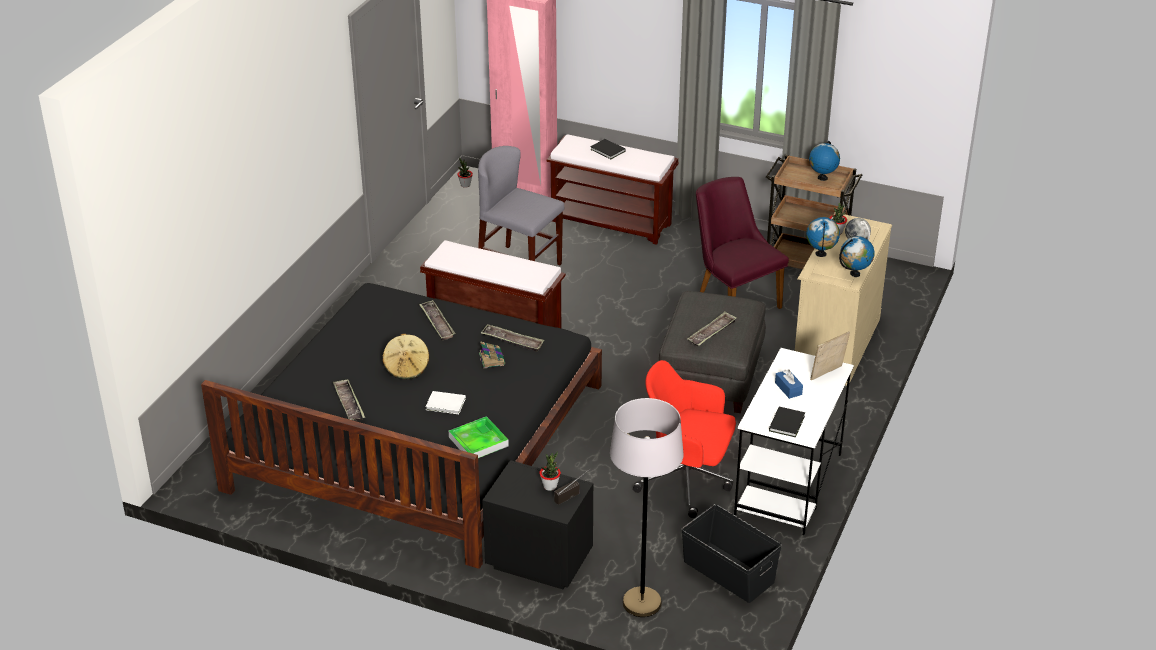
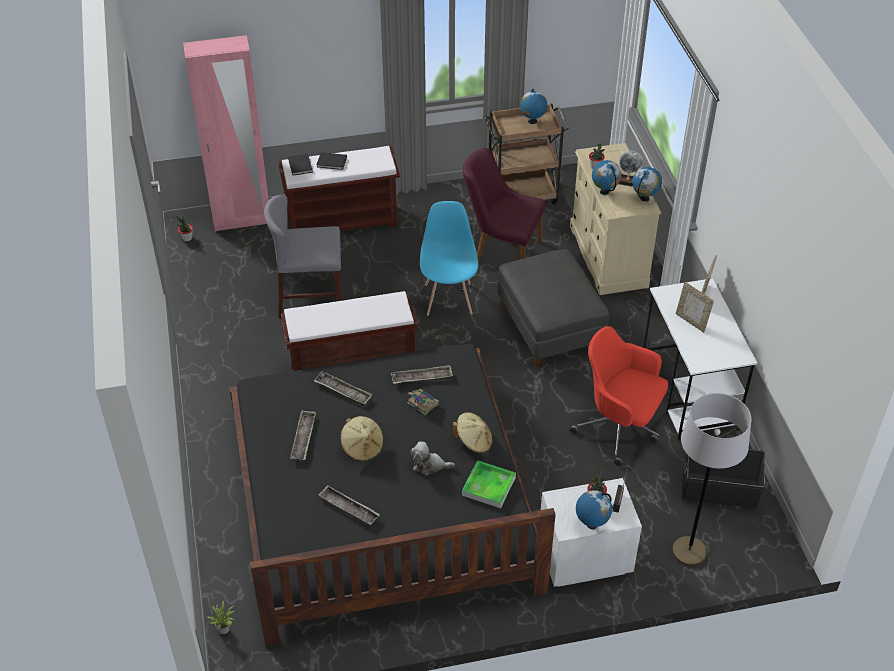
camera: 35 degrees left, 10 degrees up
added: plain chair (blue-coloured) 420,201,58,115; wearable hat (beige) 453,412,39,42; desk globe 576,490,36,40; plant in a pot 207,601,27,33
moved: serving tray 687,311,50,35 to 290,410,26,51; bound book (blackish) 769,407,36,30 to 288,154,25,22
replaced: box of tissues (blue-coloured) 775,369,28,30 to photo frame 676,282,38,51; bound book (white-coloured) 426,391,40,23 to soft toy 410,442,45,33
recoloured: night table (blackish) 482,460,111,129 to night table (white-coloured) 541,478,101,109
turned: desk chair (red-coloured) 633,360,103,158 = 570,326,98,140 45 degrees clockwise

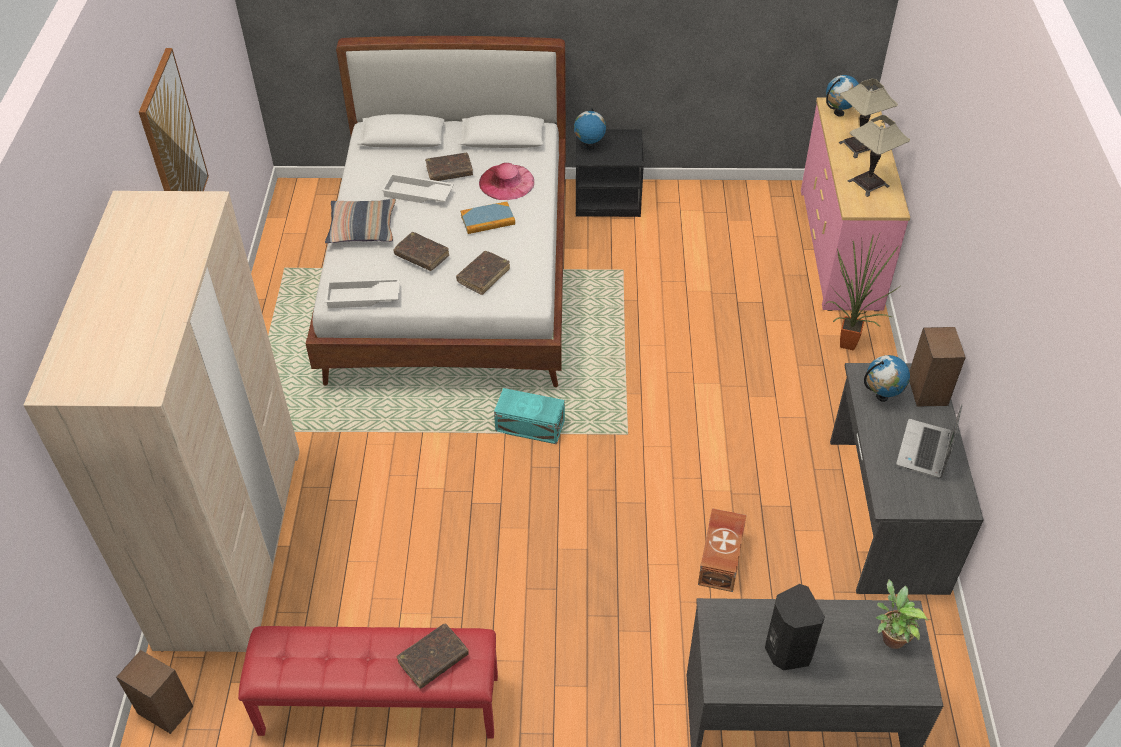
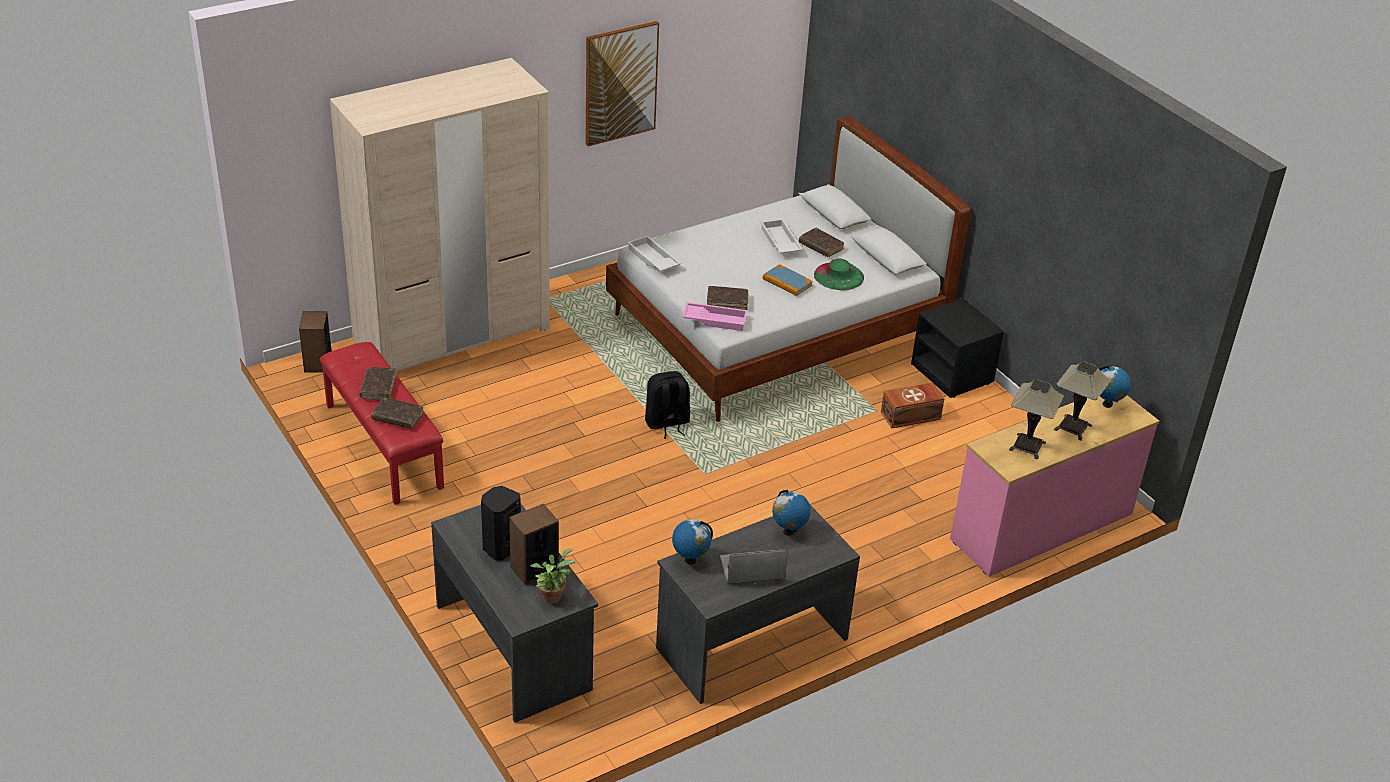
camera: 55 degrees right, 10 degrees down
removed: cushion 325,199,71,44; plant in a pot 825,235,75,115
added: serving tray (pinkish) 682,302,66,29
moved: desk globe 574,108,32,42 to 672,519,41,45; bound book (brown) 394,232,56,39 to 359,367,37,34; speaker 909,327,57,80 to 509,504,50,81; storage container (brown) 698,508,49,84 to 881,382,64,47
replaced: storage container (blue-green) 494,388,71,56 to backpack (blackish) 645,371,45,68
recoloured: wearable hat (pinkish) 479,163,55,37 to wearable hat (green-coloured) 814,258,50,32

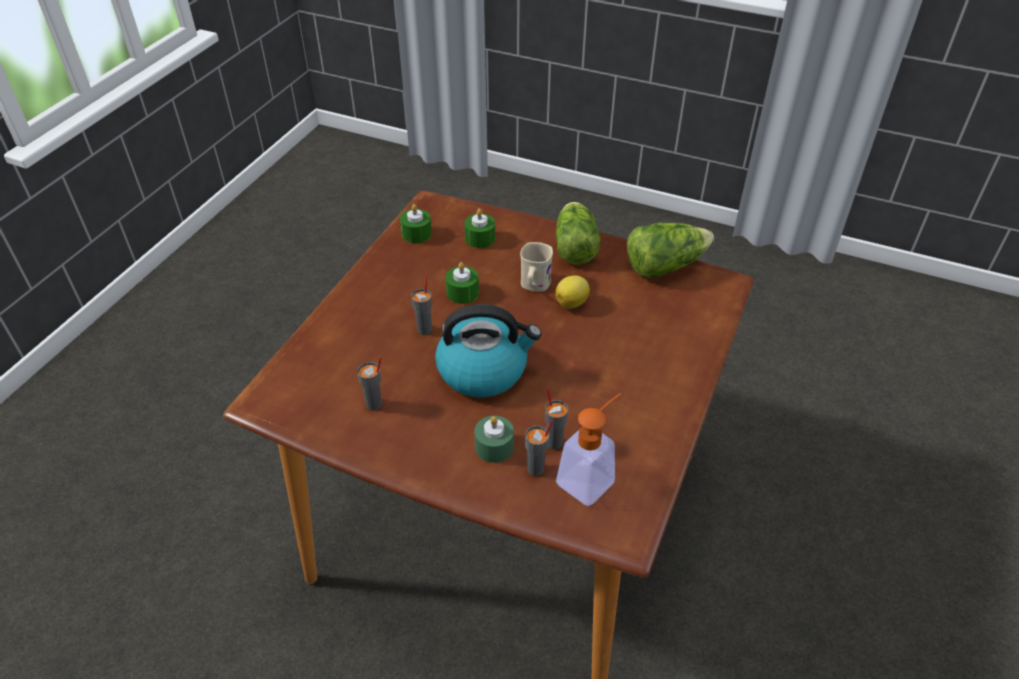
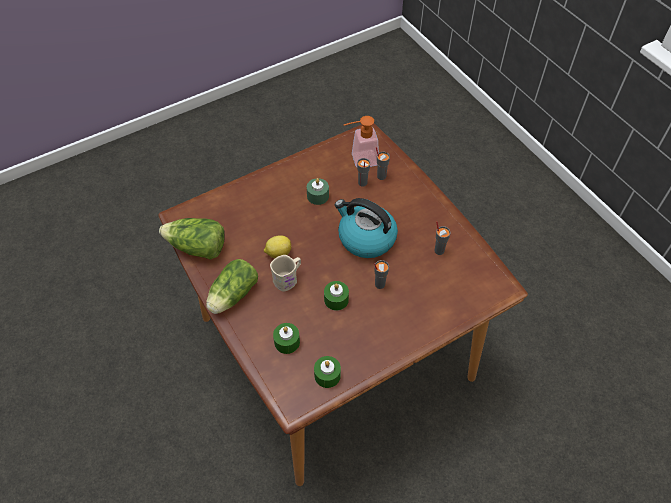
camera: 145 degrees left, 10 degrees up
moved: wax candle (green-coloured) 474,416,40,47 to 307,178,22,27

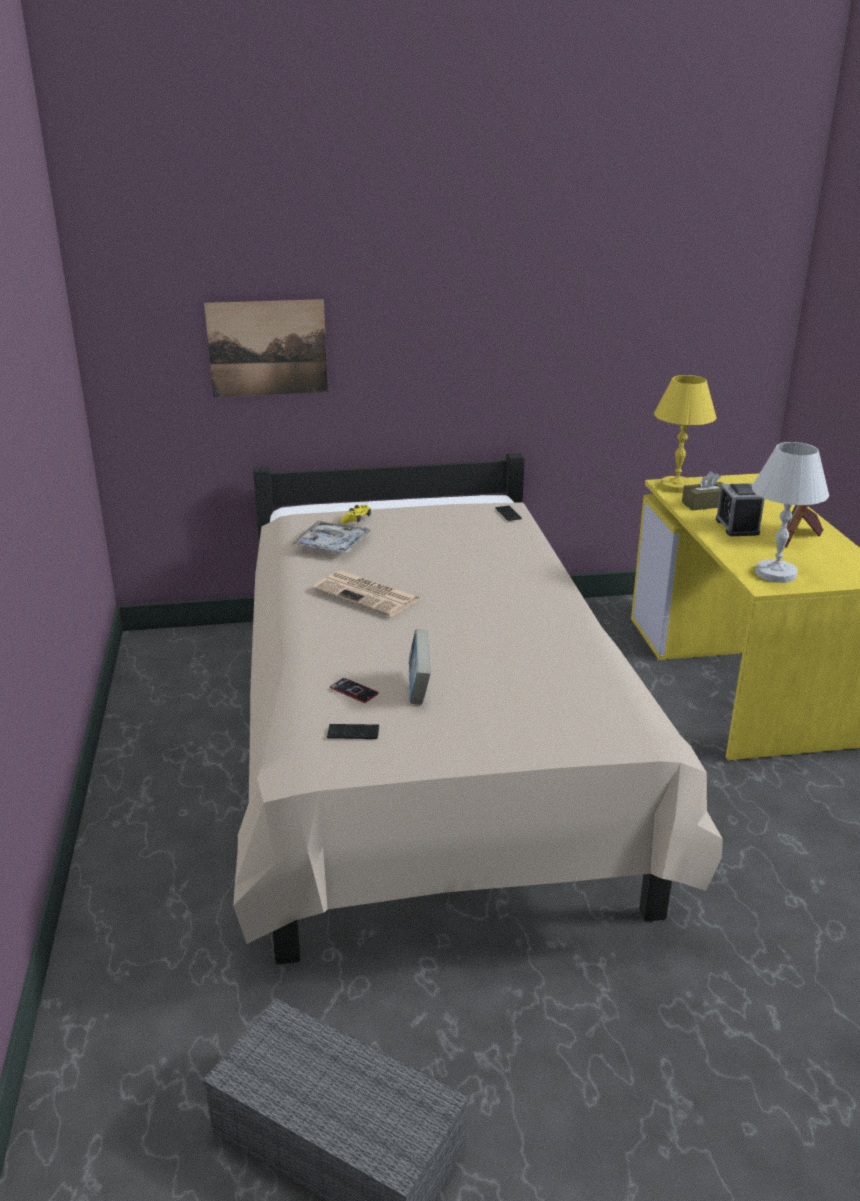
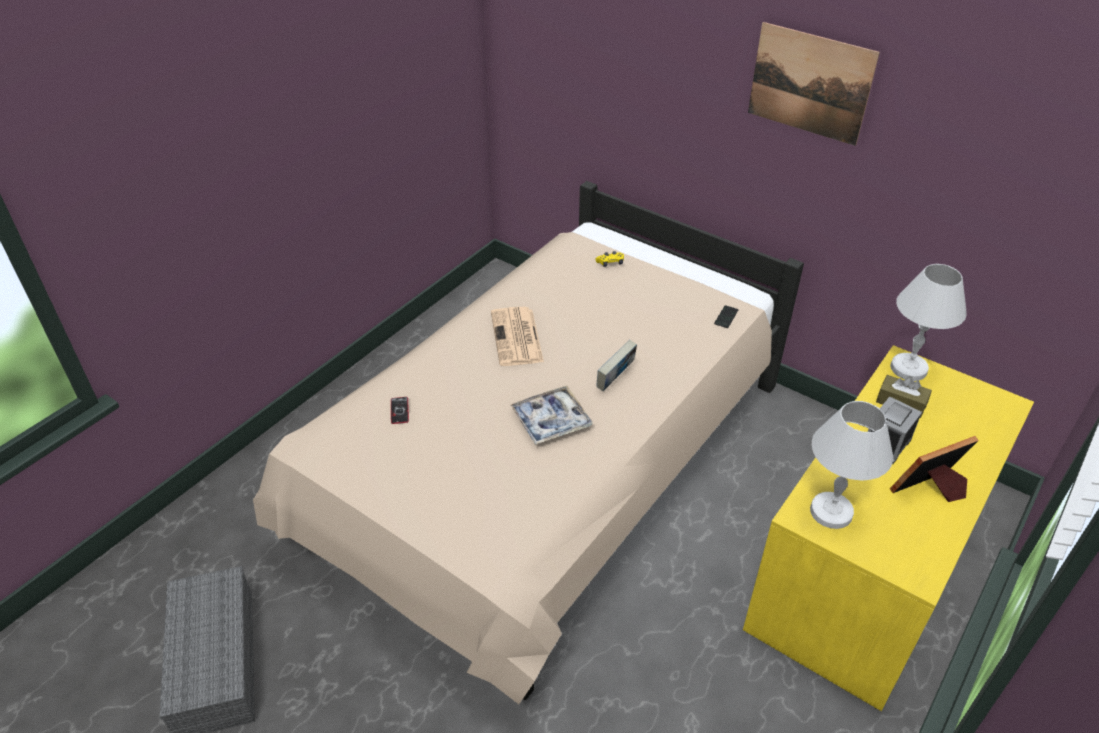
camera: 45 degrees right, 15 degrees up
removed: phone 327,724,52,15
moved: wall picture 204,299,124,98 to 748,22,132,124; serving tray 292,520,78,33 to 511,386,82,59; bound book 409,629,22,76 to 597,340,40,51
recoloured: tabletop lamp (yellowish) 654,375,63,118 to tabletop lamp (white-coloured) 890,264,77,117

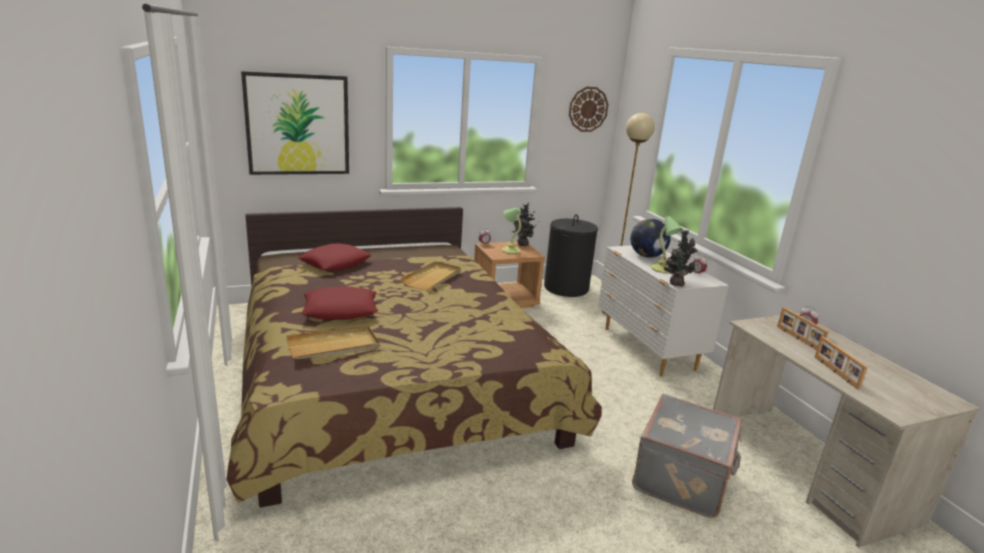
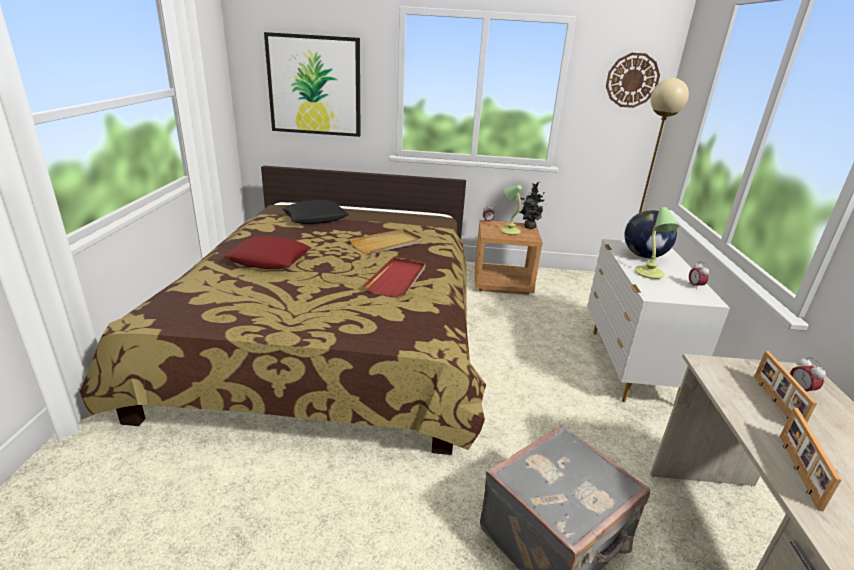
camera: 25 degrees right, 5 degrees up
removed: hamper (blackish) 544,214,54,83; plant in a pot 663,230,34,56; serving tray (beige) 286,326,94,34
added: serving tray (red-coloured) 364,257,62,41
recoloured: cushion (red-coloured) 298,243,73,28 to cushion (blackish) 282,200,67,24

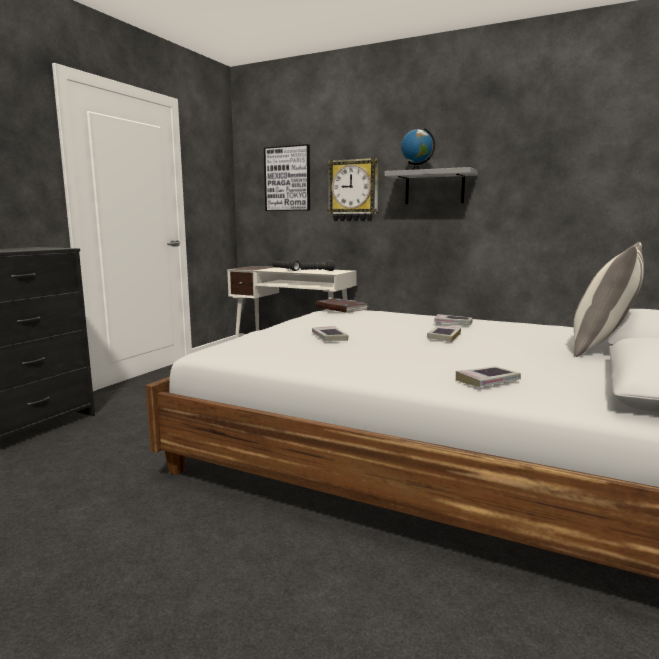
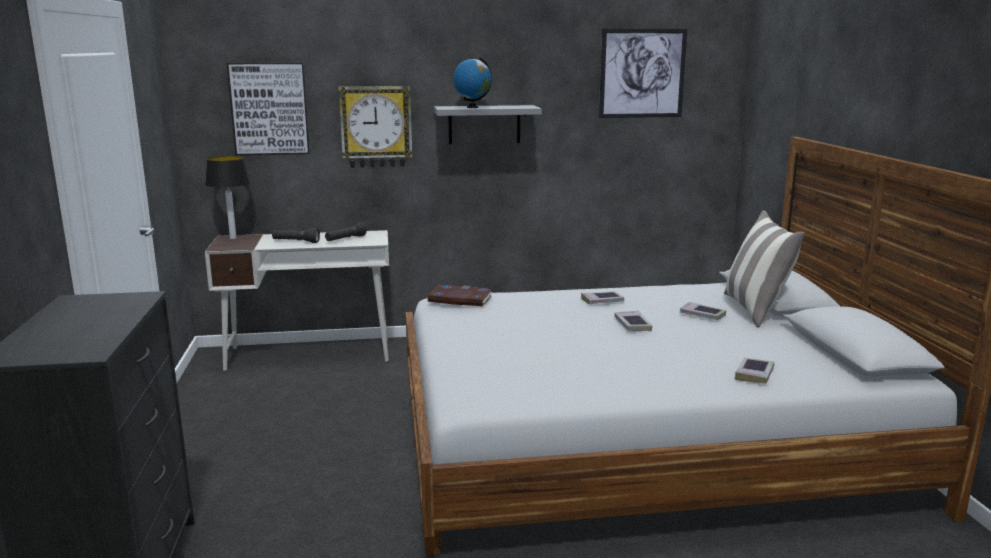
camera: 35 degrees left, 5 degrees up
added: wall picture 599,28,88,90; tabletop lamp 205,156,45,83
moved: bound book 312,326,37,15 to 680,302,46,18

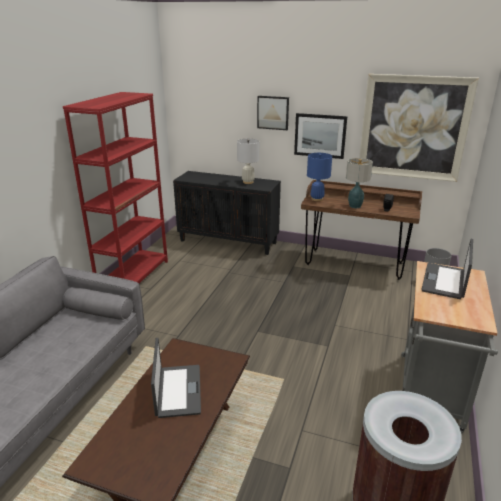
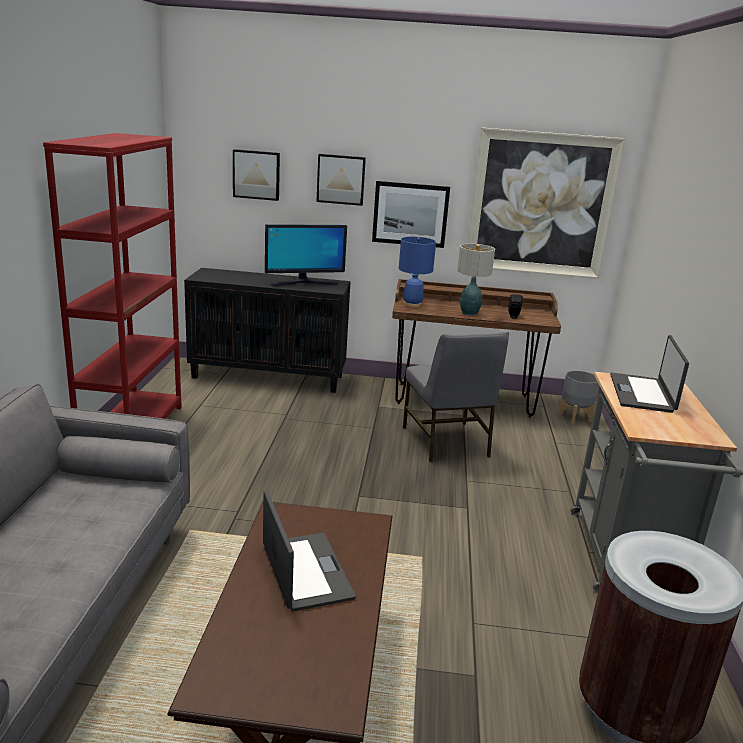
camera: 15 degrees left, 5 degrees down
added: wall picture 233,149,47,52; plain chair (gray) 403,331,106,131
replaced: tabletop lamp (white-coloured) 237,139,22,45 to monitor 265,224,82,62

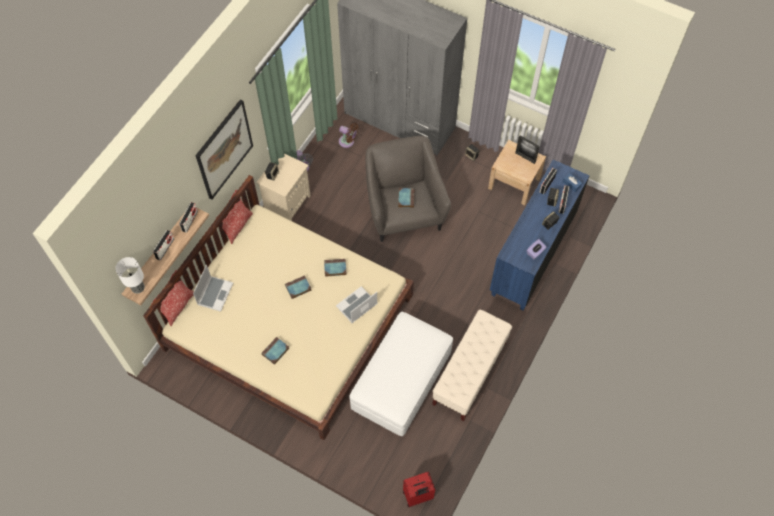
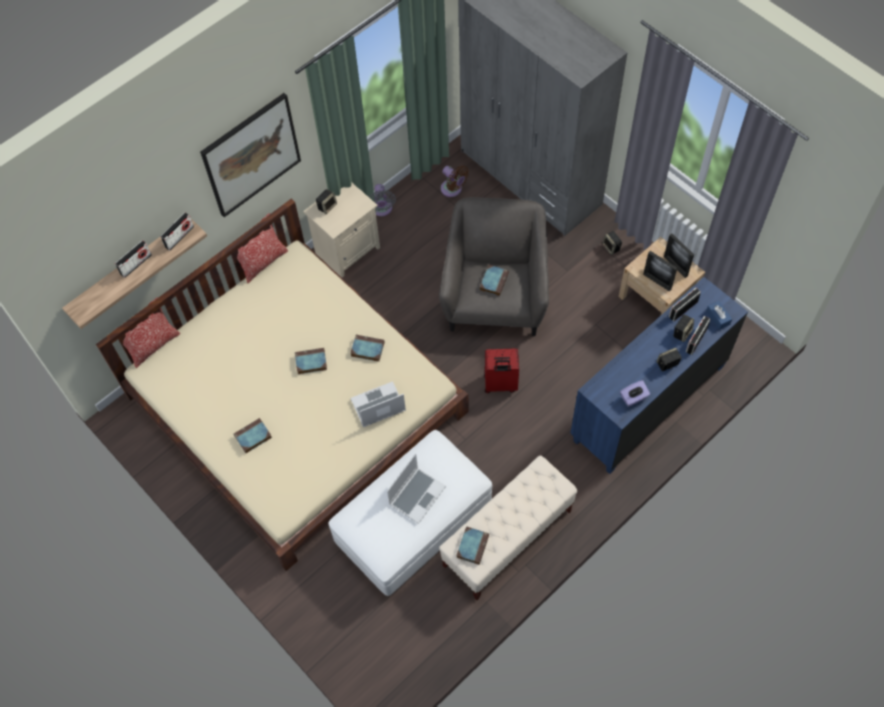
camera: 20 degrees right, 0 degrees up
removed: tabletop lamp 115,257,30,37
added: photo frame 643,251,34,41; bound book 456,526,33,39
moved: portable computer 193,265,40,47 to 387,454,59,70; piece of luggage (red-coloured) 403,472,32,35 to 484,348,35,45

